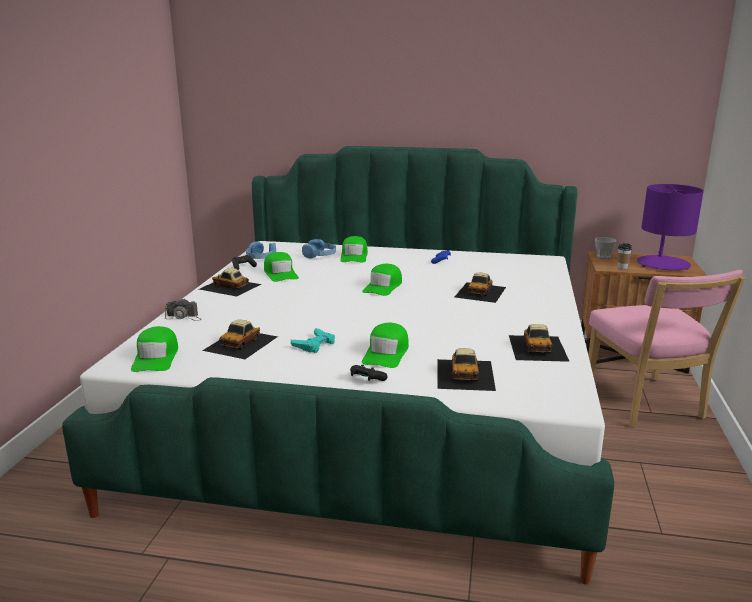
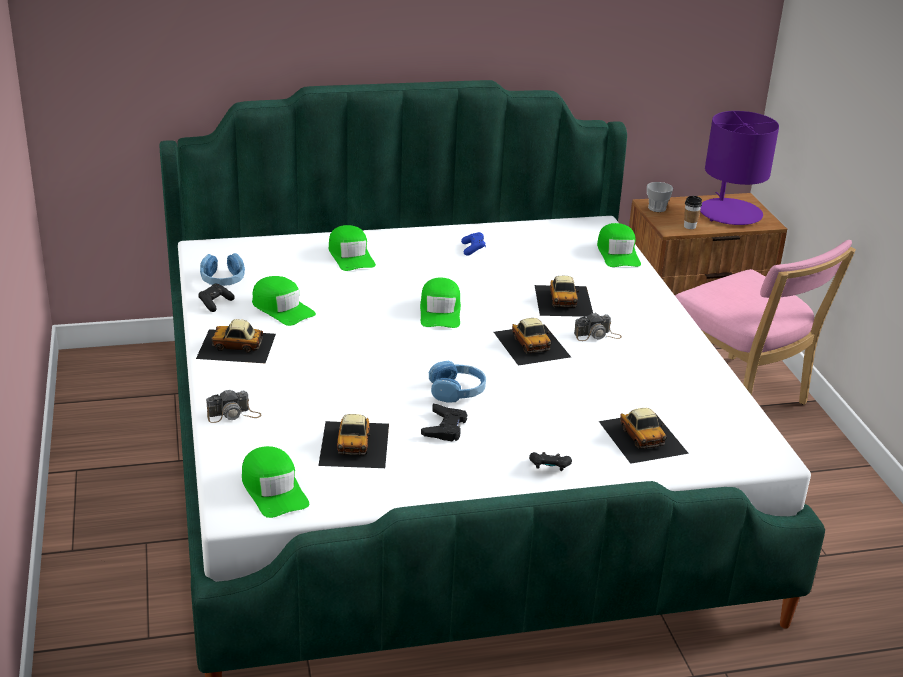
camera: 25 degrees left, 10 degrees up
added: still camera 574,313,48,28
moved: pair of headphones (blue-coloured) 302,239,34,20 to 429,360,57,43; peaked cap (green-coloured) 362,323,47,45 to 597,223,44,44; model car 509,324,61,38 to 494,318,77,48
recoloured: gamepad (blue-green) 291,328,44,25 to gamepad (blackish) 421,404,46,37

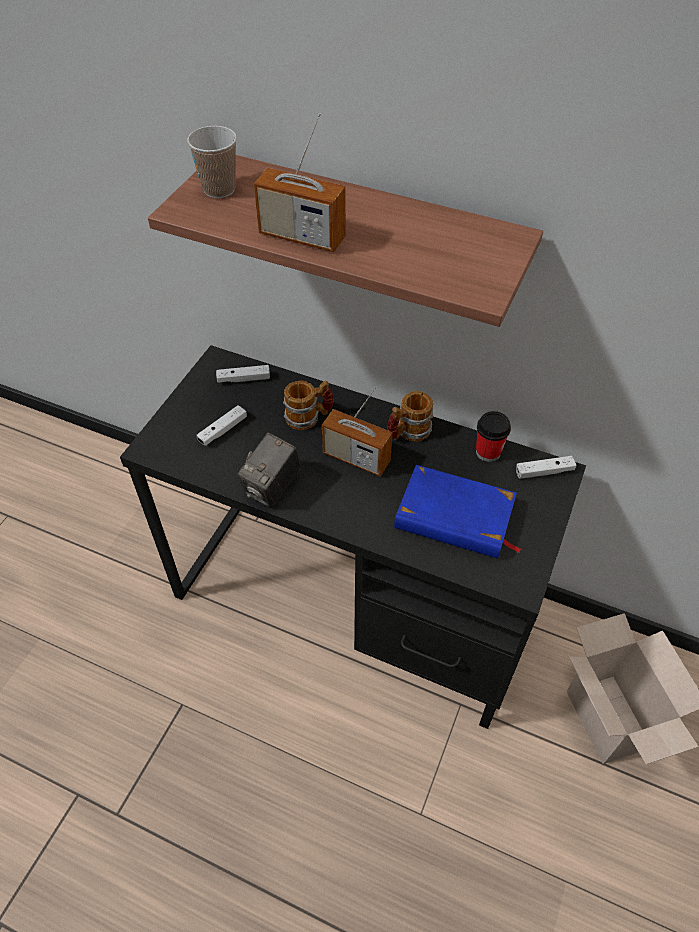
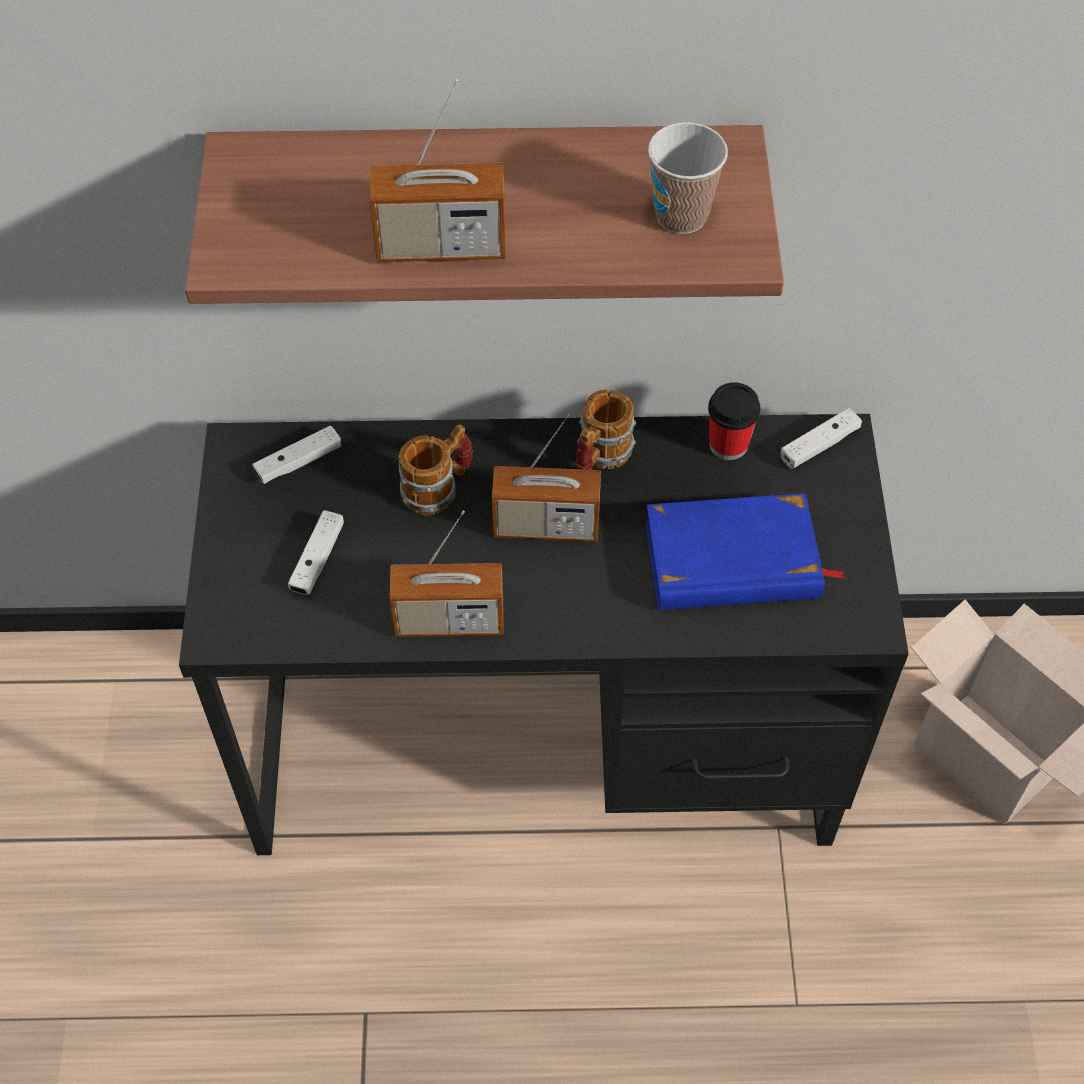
camera: 25 degrees left, 5 degrees up
moved: cup 187,126,50,72 to 648,122,80,112
replaced: still camera 238,433,63,75 to radio 389,511,115,126

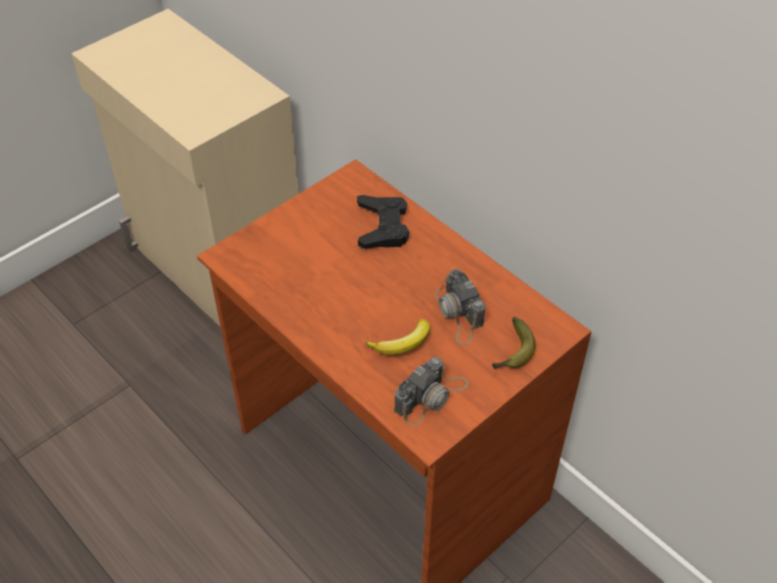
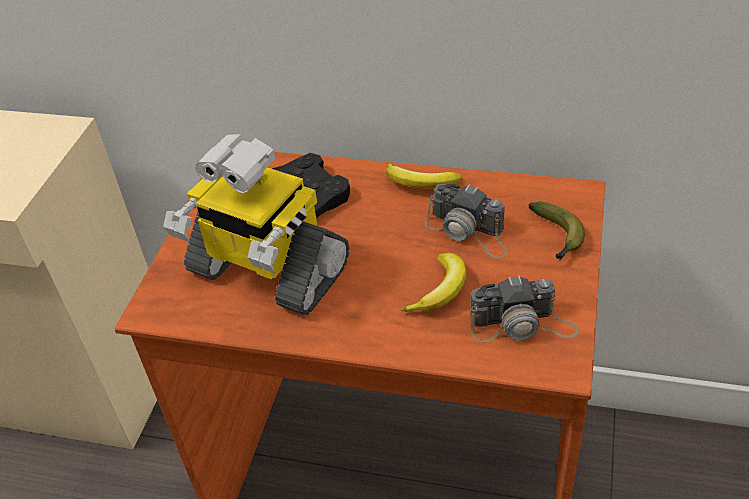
camera: 30 degrees left, 5 degrees down
added: model robot 163,134,187,181; whole banana 386,162,75,27
turned: still camera 394,357,75,69 = 470,275,109,67 75 degrees clockwise

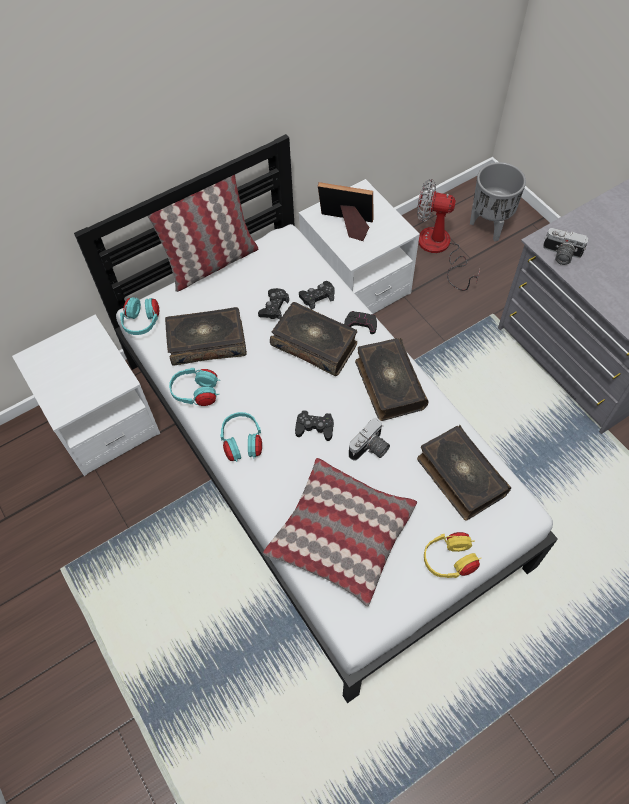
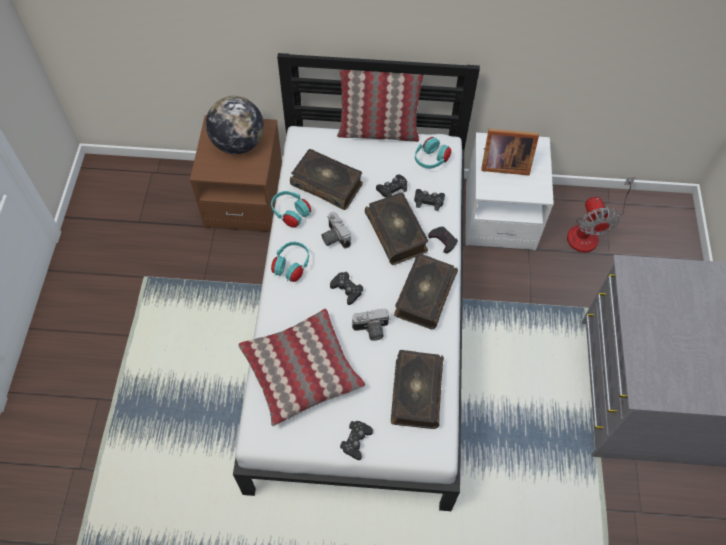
camera: 35 degrees right, 0 degrees up
removed: plant pot (gray) 470,162,56,80
added: desk globe 206,96,58,58
moved: still camera 543,228,45,37 to 322,212,29,36; pair of headphones (blue-green) 120,297,39,38 to 415,137,36,32
replaced: pair of headphones (yellowish) 424,532,57,46 to gamepad (blackish) 340,421,33,39
recoloured: night table (white-coloured) 12,315,148,161 to night table (brown) 190,115,92,117
turned: fan 417,179,63,112 = 567,177,68,76 150 degrees counterclockwise; photo frame 318,182,56,59 = 481,129,58,46 135 degrees clockwise

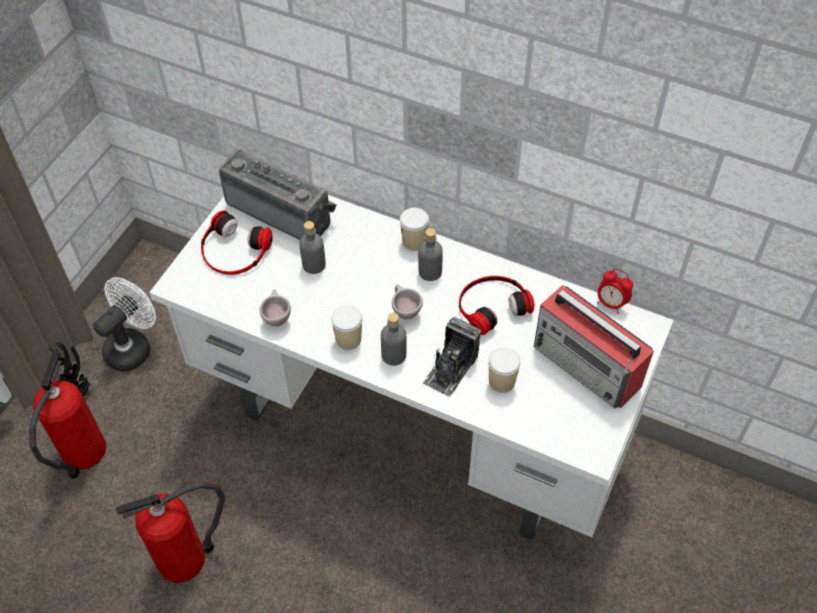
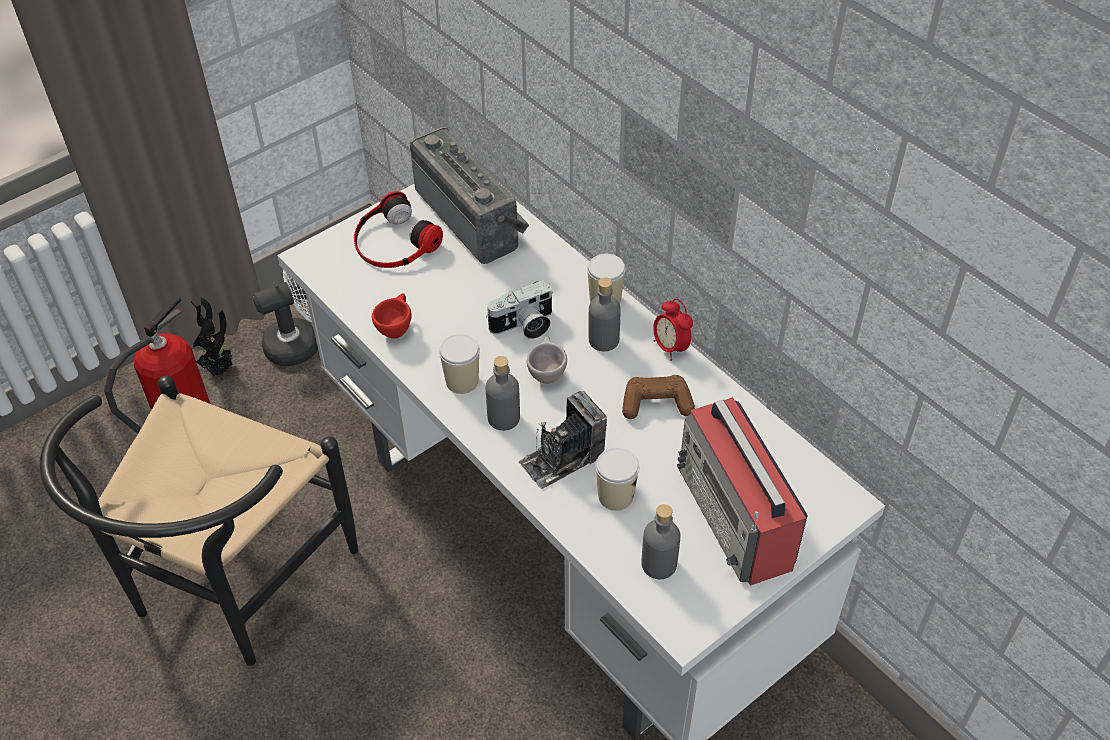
camera: 25 degrees right, 5 degrees down
added: still camera 486,280,67,59
moved: bottle (gray) 299,221,27,53 to 642,504,39,75; table clock 597,269,36,45 to 653,298,40,63
replaced: pair of headphones 459,276,76,59 to gamepad (brown) 622,375,73,44; fire extinguisher 116,481,109,102 to plain chair (blackish) 40,376,318,290
recoloured: cup (beige) 260,289,31,37 to cup (red-coloured) 372,293,40,46

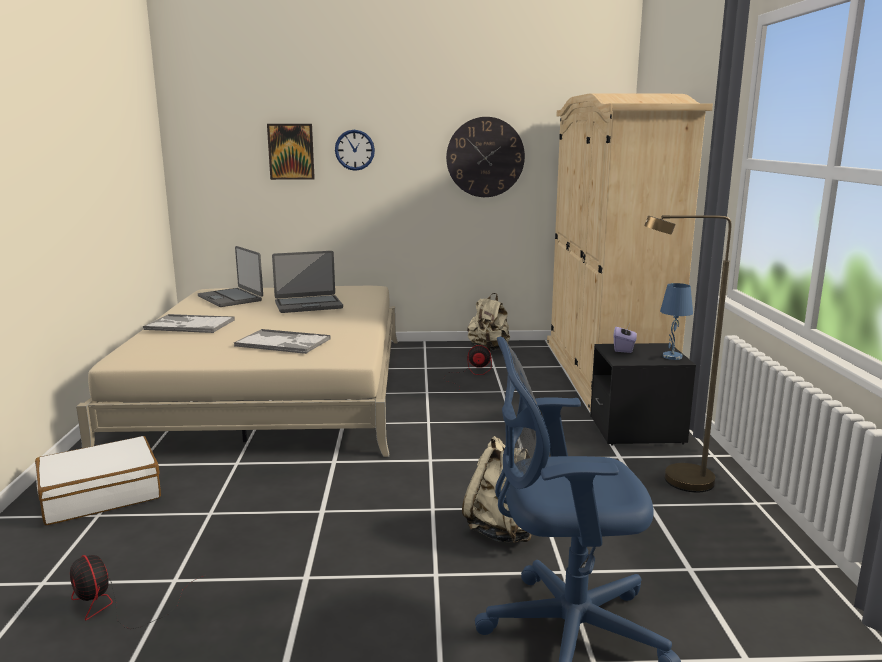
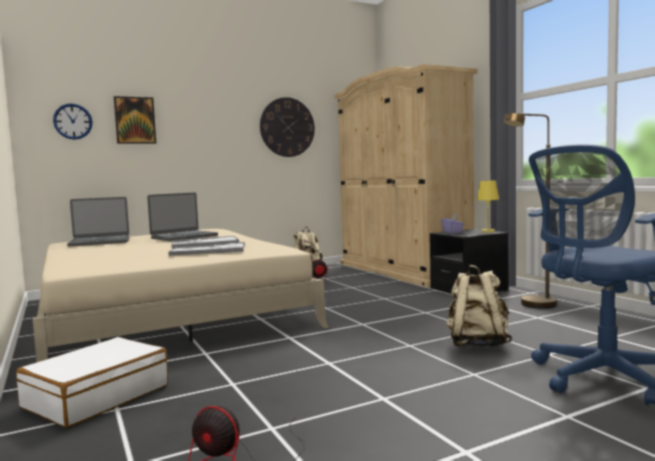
camera: 25 degrees left, 10 degrees down
moved: wall clock 335,130,40,41 to 53,103,39,37; serving tray 143,314,92,19 to 172,236,67,12
recoloured: tabletop lamp (blue-coloured) 660,283,33,77 to tabletop lamp (yellowish) 477,181,22,52
turned: portable computer 198,246,65,61 = 67,197,63,49 45 degrees counterclockwise

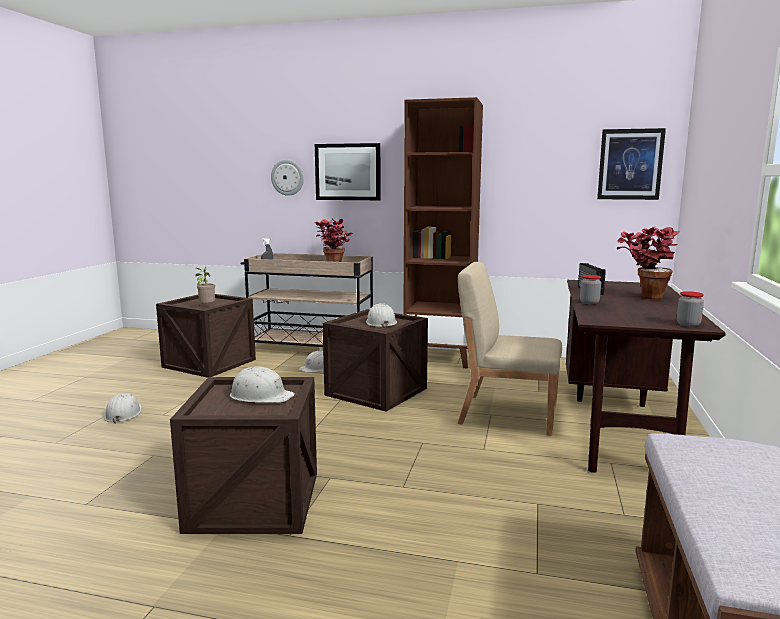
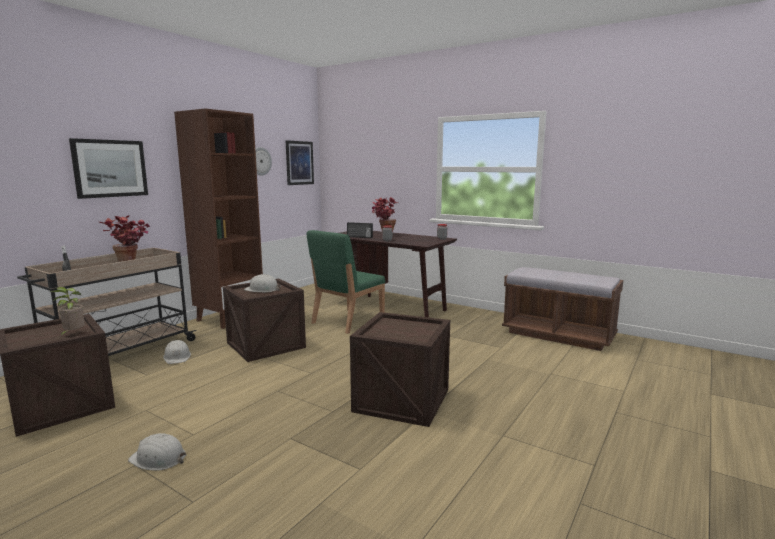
camera: 70 degrees left, 0 degrees up
removed: safety helmet (white-coloured) 227,366,68,37
moved: wall clock 271,159,33,37 to 255,147,17,29
recoloured: plain chair (beige) 457,262,106,174 to plain chair (green-coloured) 307,230,78,104

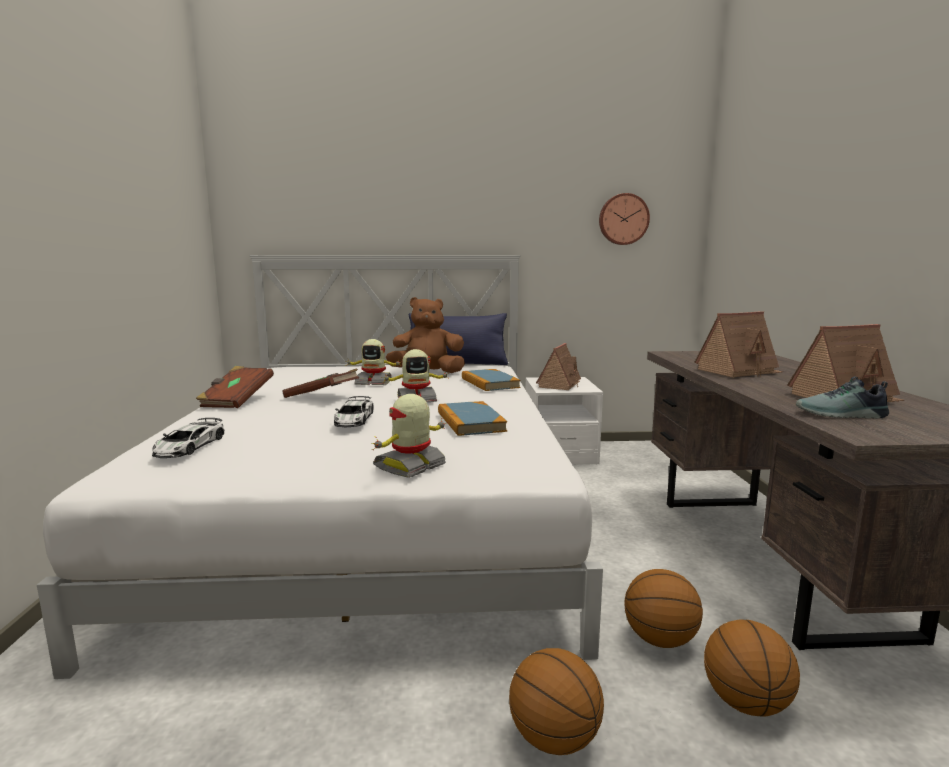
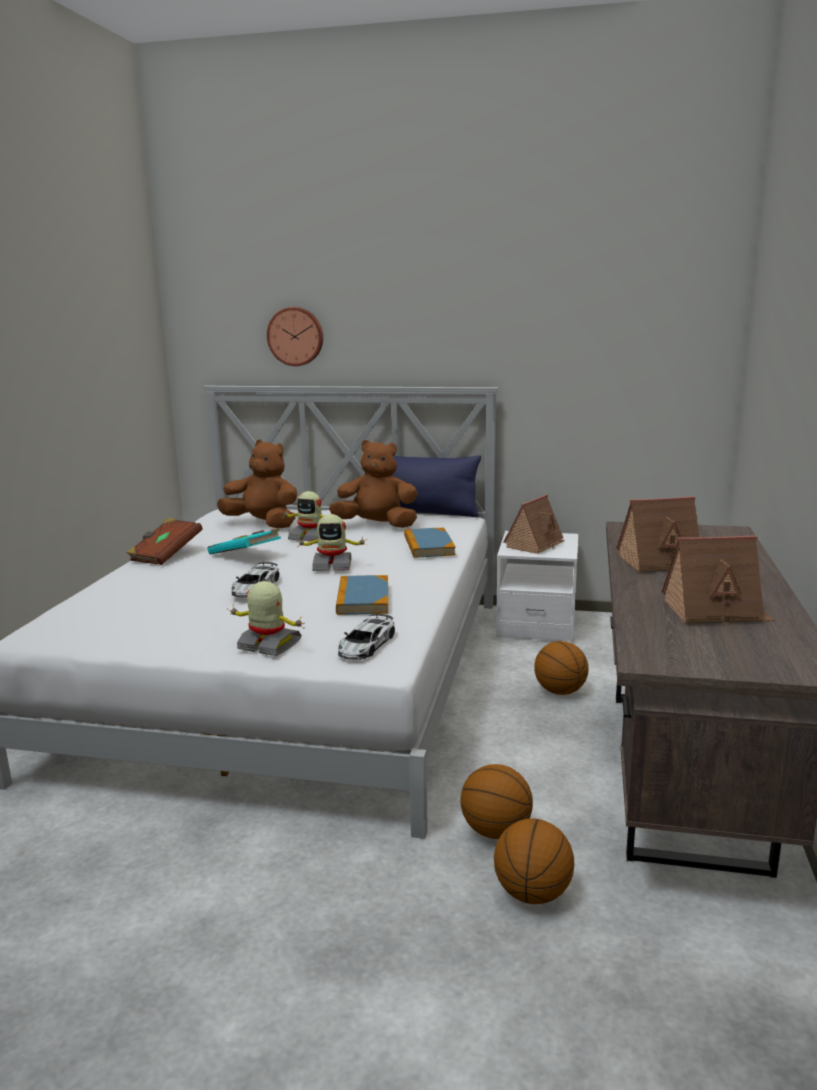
camera: 15 degrees right, 5 degrees up
removed: shoe 796,376,93,43
added: soft toy (brown) 217,439,80,89
moved: wall clock 599,193,51,52 to 267,307,56,59; model car 152,418,72,40 to 338,614,57,46; ball for basketball 509,648,95,107 to 534,641,55,54
recoloured: bound book (brown) 282,368,77,30 to bound book (blue-green) 207,528,74,26
turned: model robot 372,394,76,84 = 227,581,77,75 60 degrees clockwise

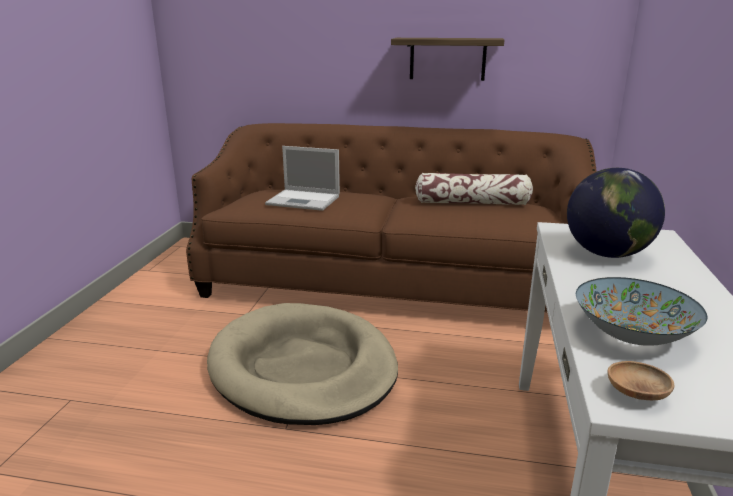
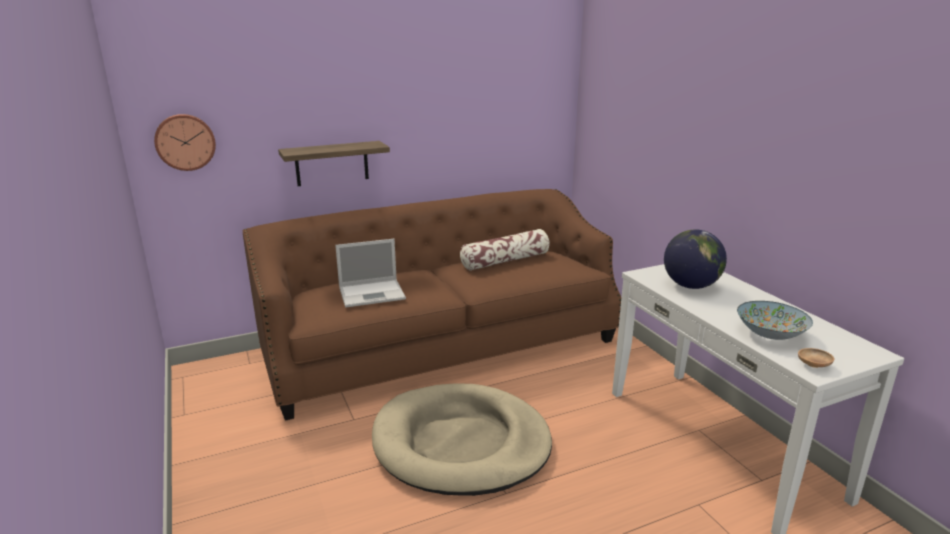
camera: 35 degrees left, 0 degrees up
added: wall clock 154,114,62,57
moved: wall shelf 391,38,113,43 to 278,141,112,45

